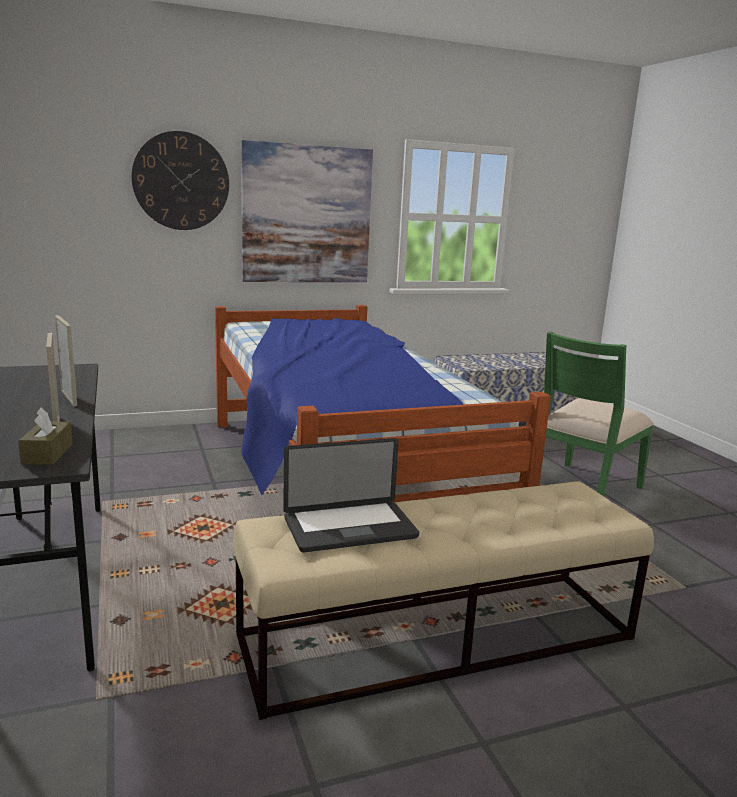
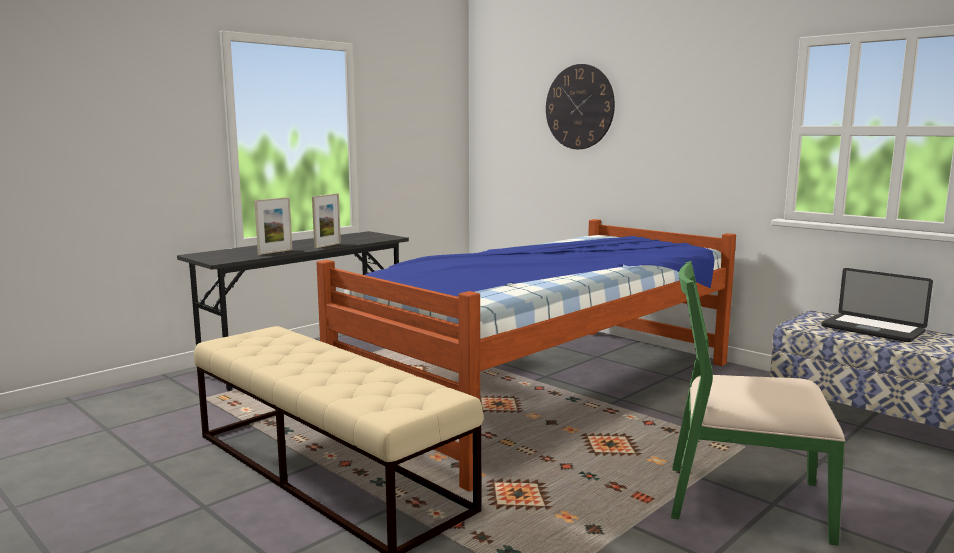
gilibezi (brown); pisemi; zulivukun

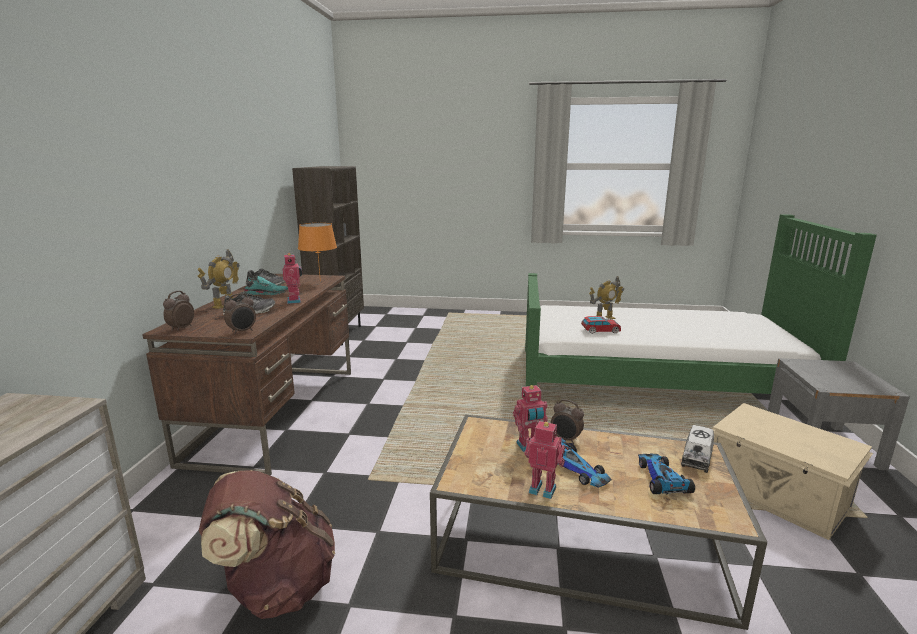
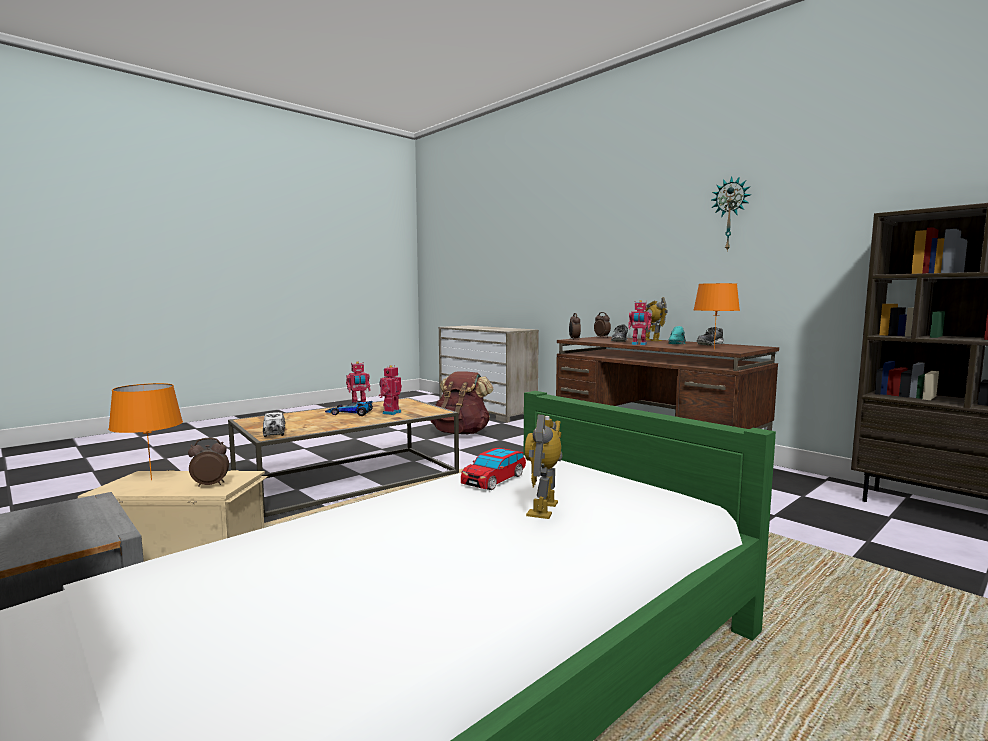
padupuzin (1st from left); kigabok (3rd from left in the first image); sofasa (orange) (1st from left); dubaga

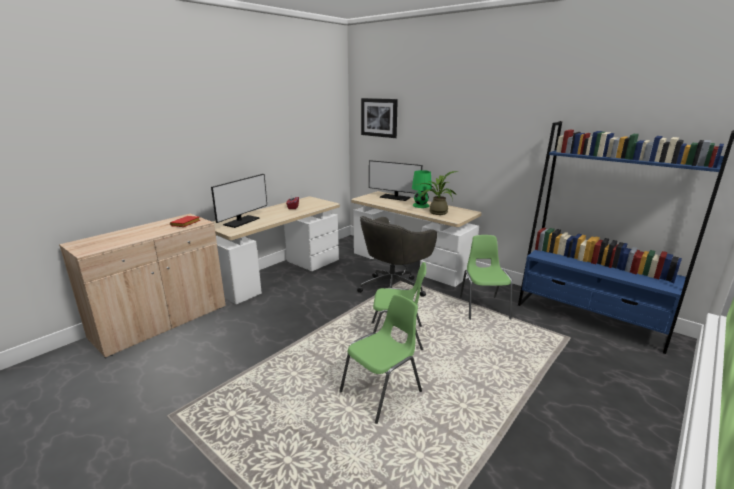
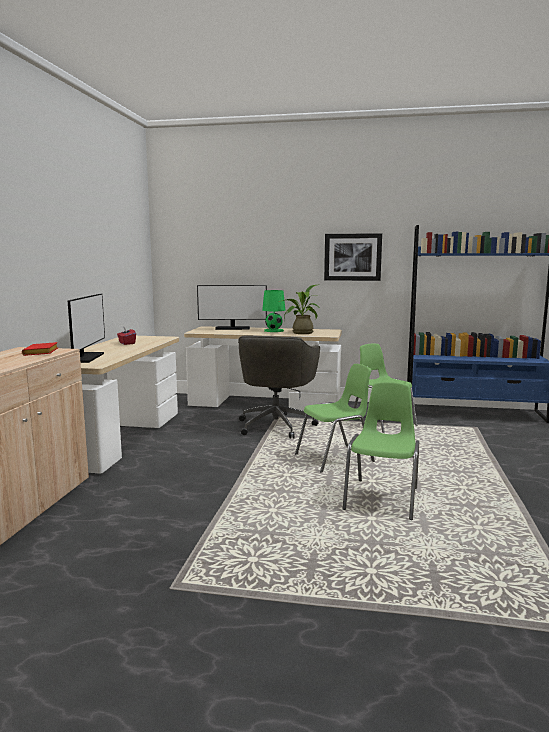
pisemi

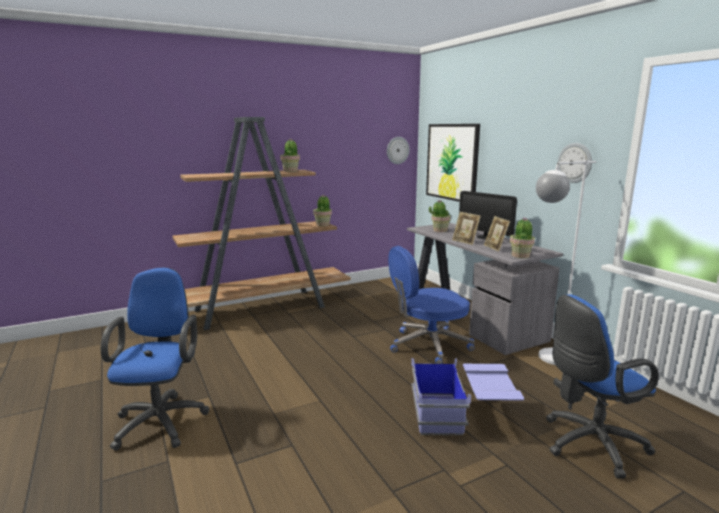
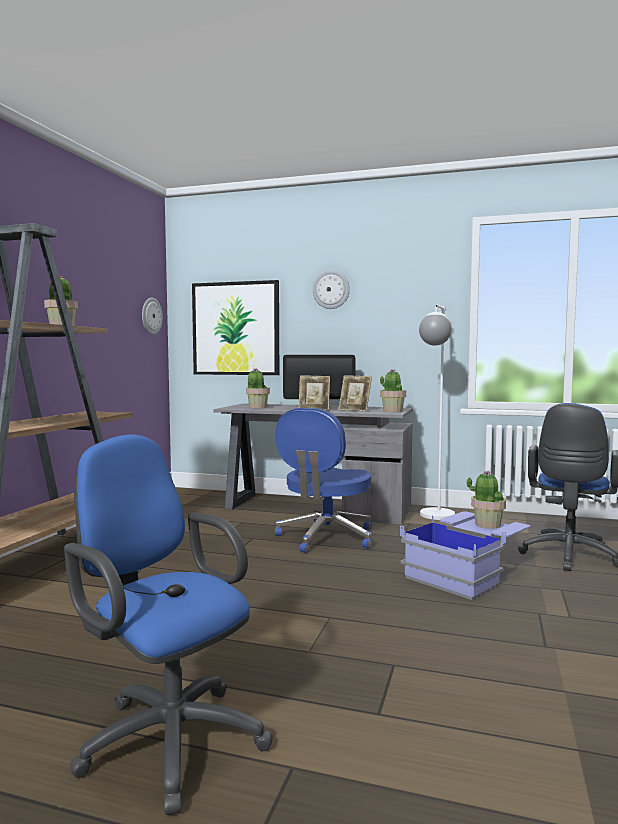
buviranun (4th from left); dubaga (2nd from left)

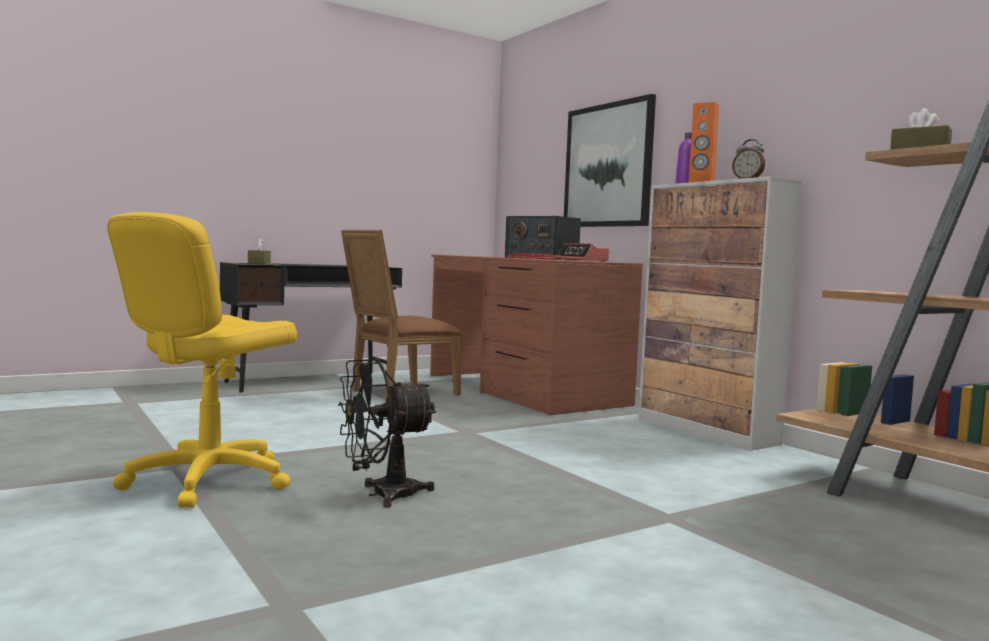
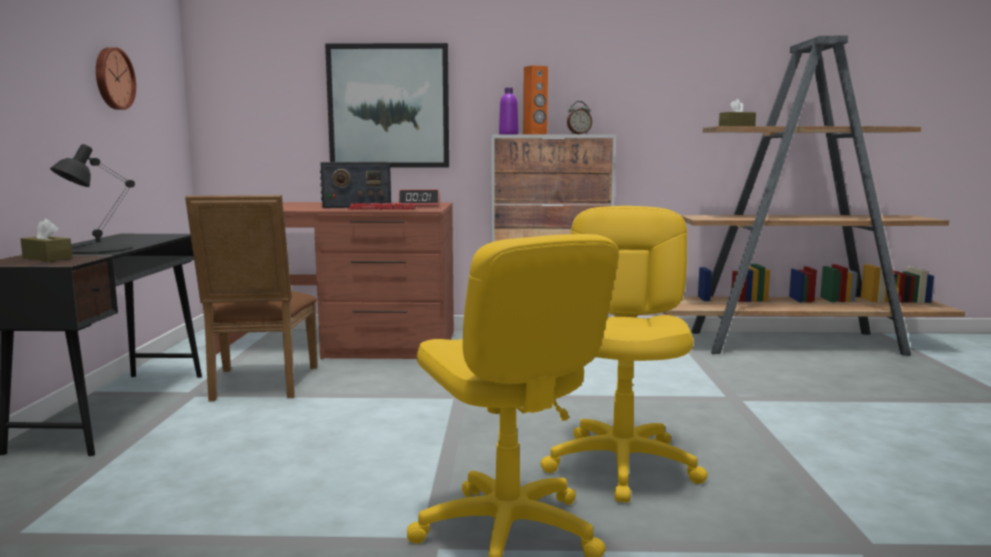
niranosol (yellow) (2nd from left); sofasa (black); dubaga

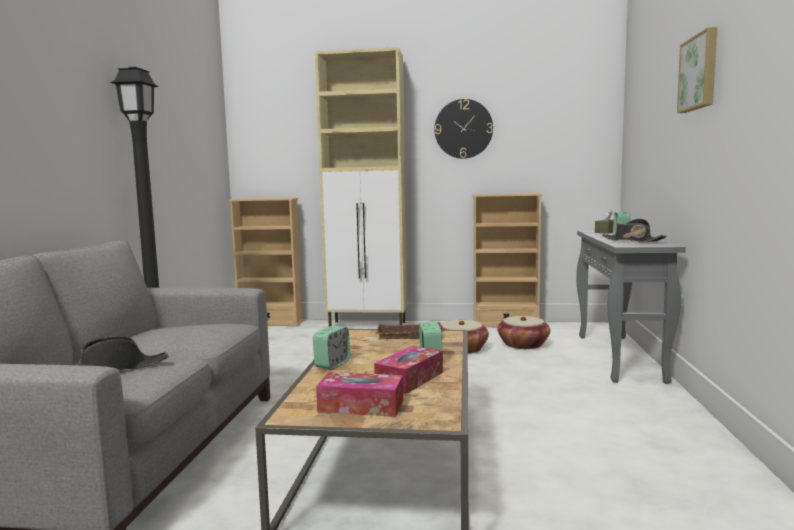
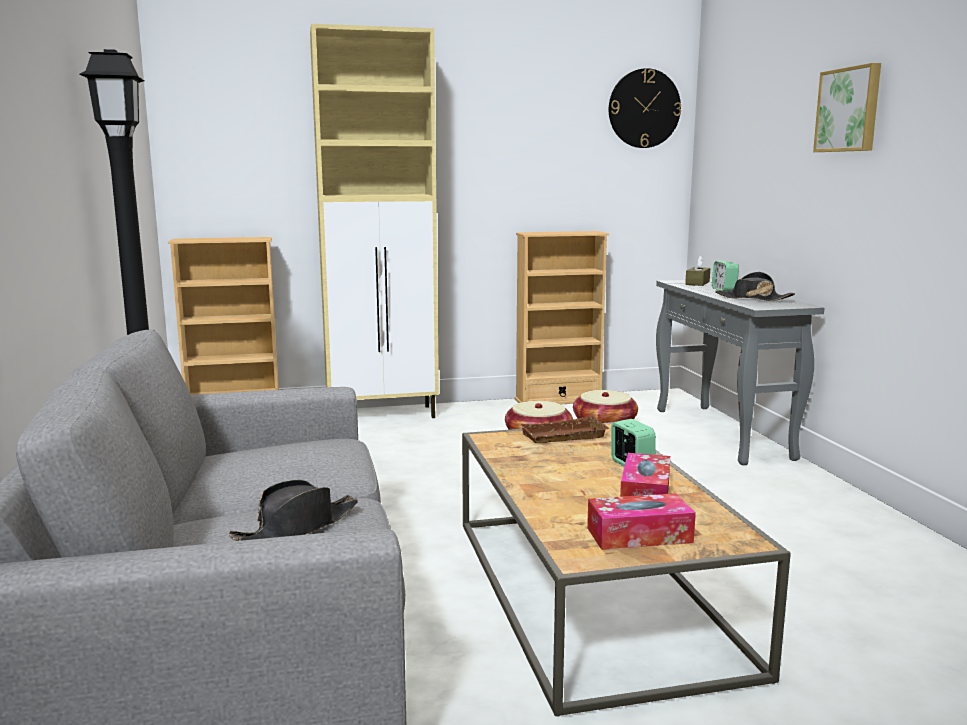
padupuzin (1st from left in the first image); dubaga

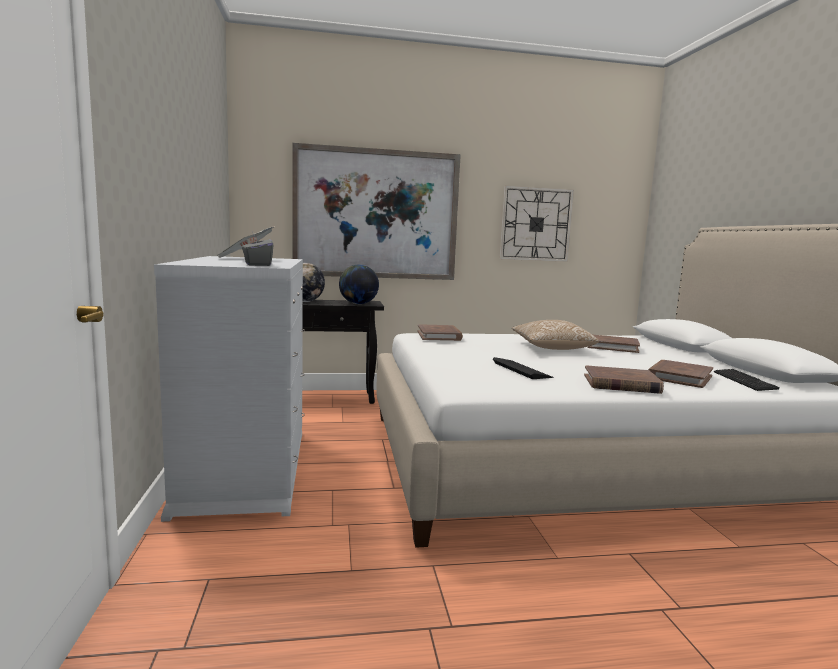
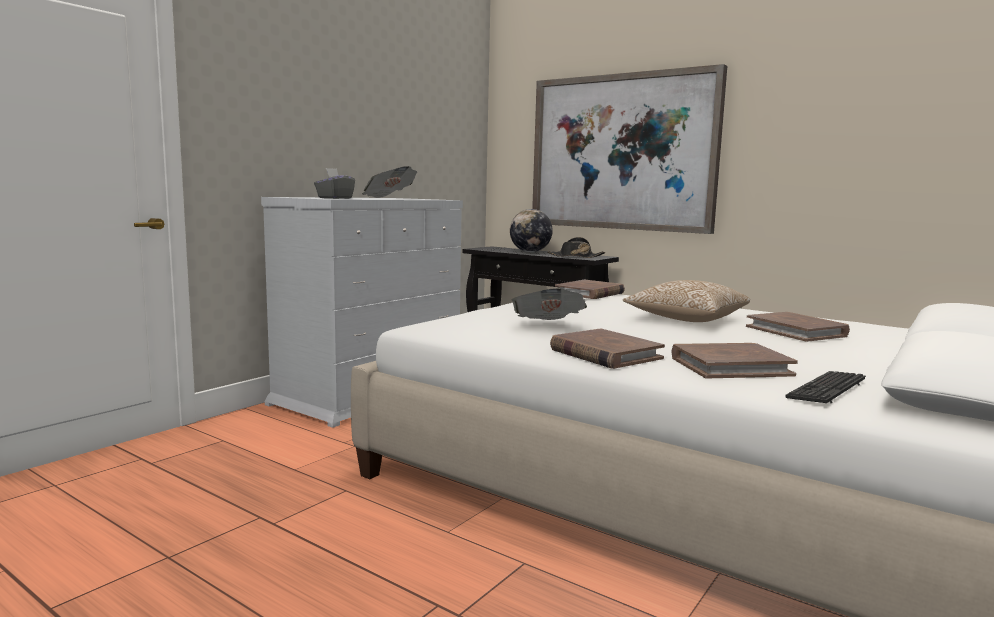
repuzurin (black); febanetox (2nd from left); dubaga

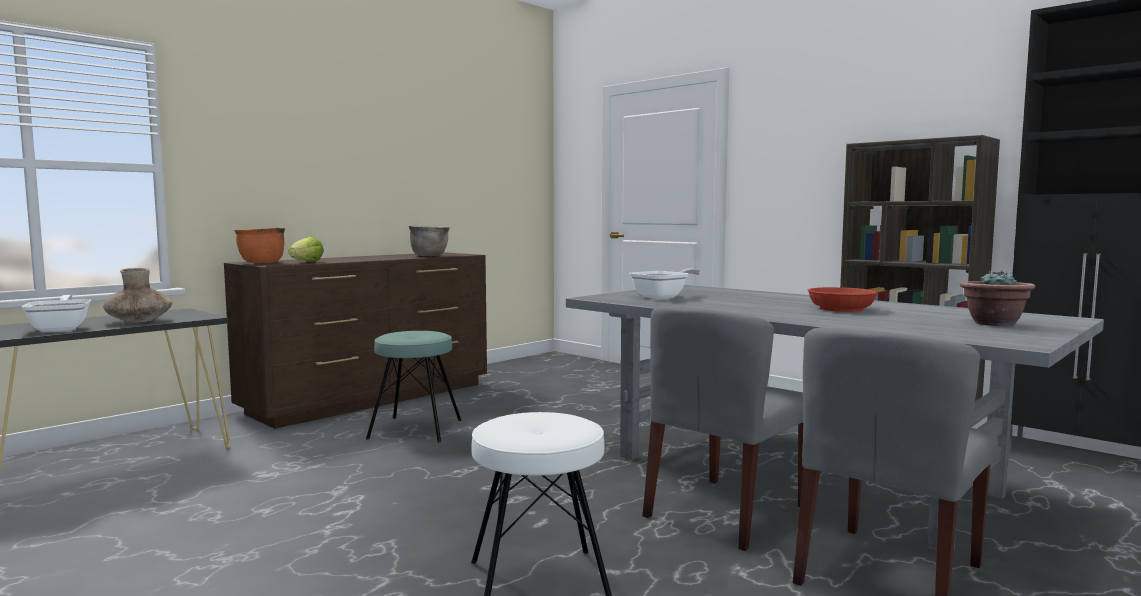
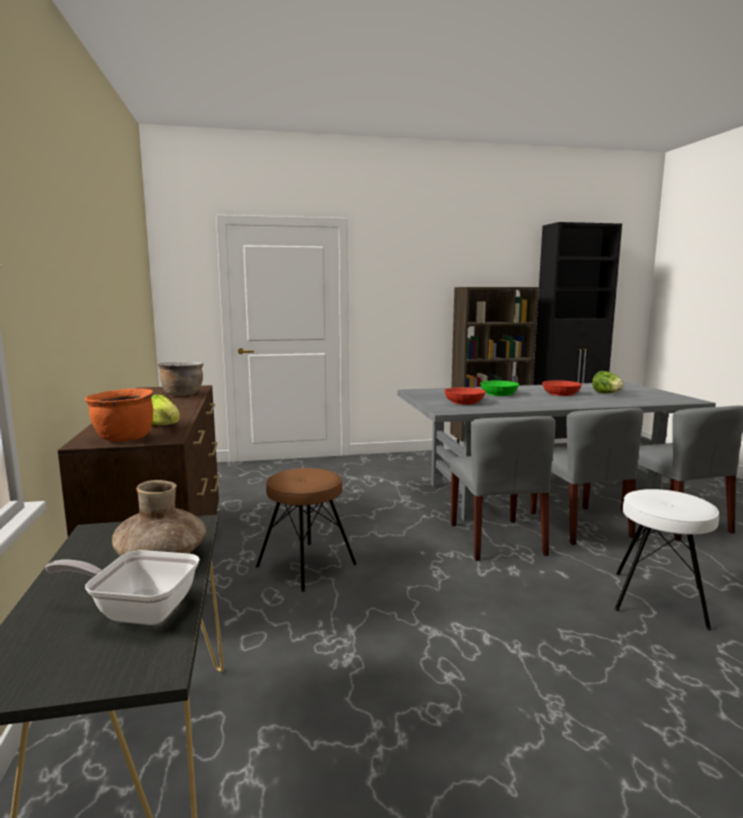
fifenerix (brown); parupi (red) (1st from left); buviranun; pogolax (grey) (1st from left); parupi (green); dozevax (2nd from left)

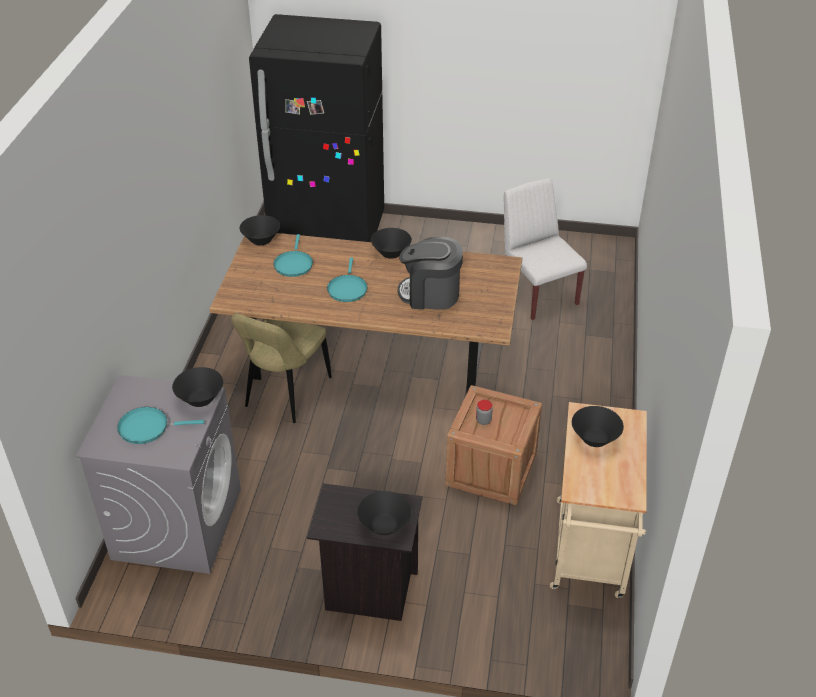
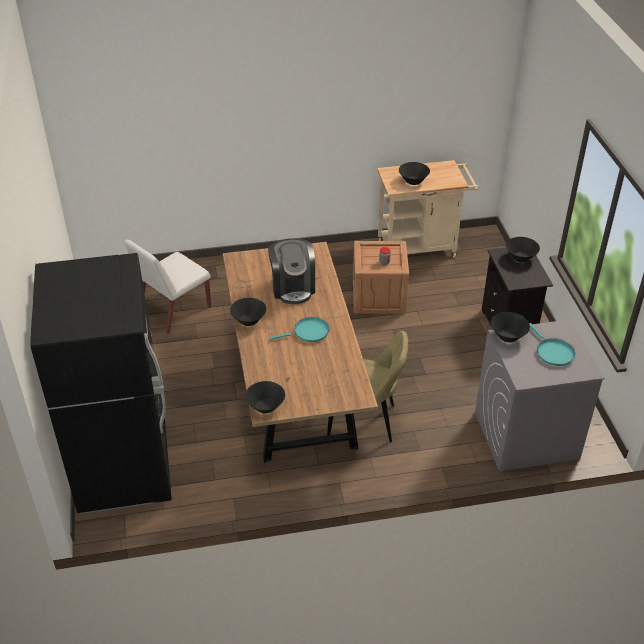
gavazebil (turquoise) (2nd from left in the first image)

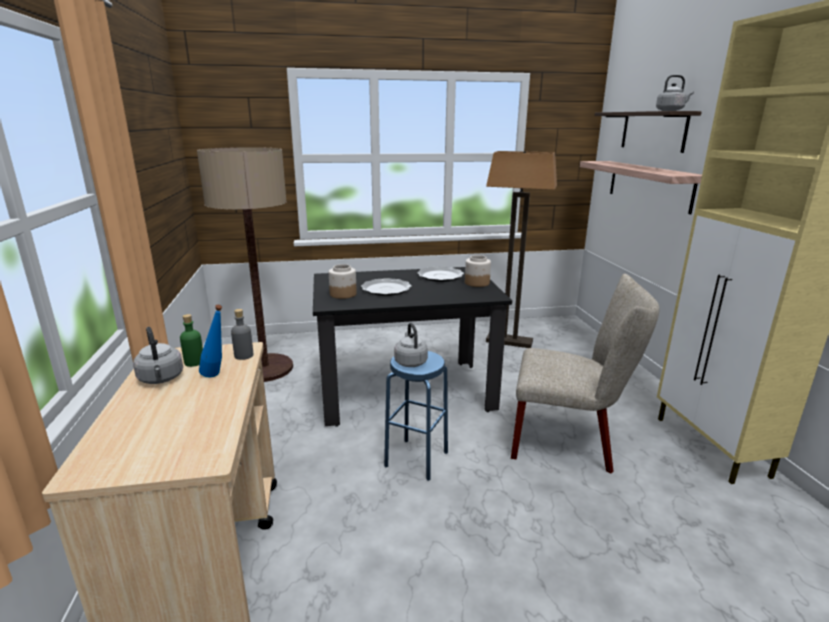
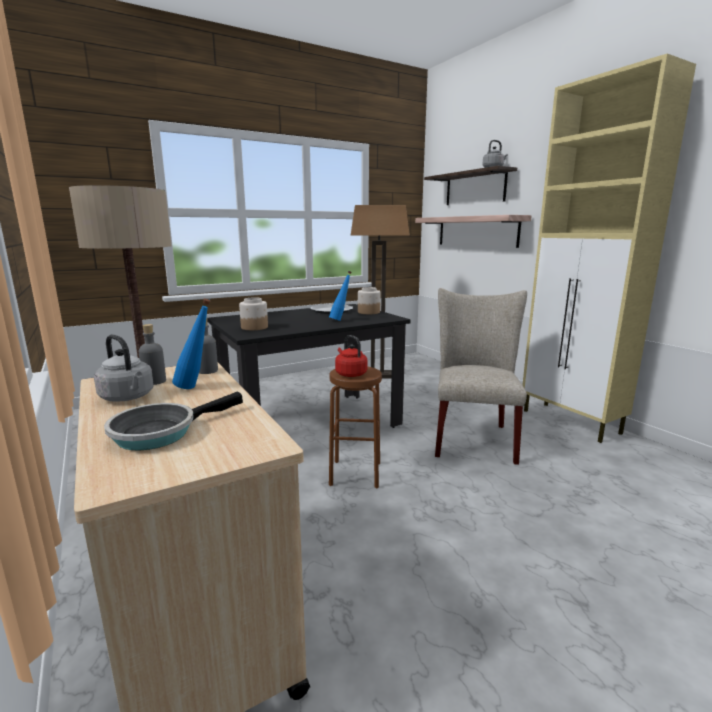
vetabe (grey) (1st from left); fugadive (1st from left in the first image); fifenerix (brown); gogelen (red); pogolax (beige); gavazebil; vetabe (blue) (2nd from left)

